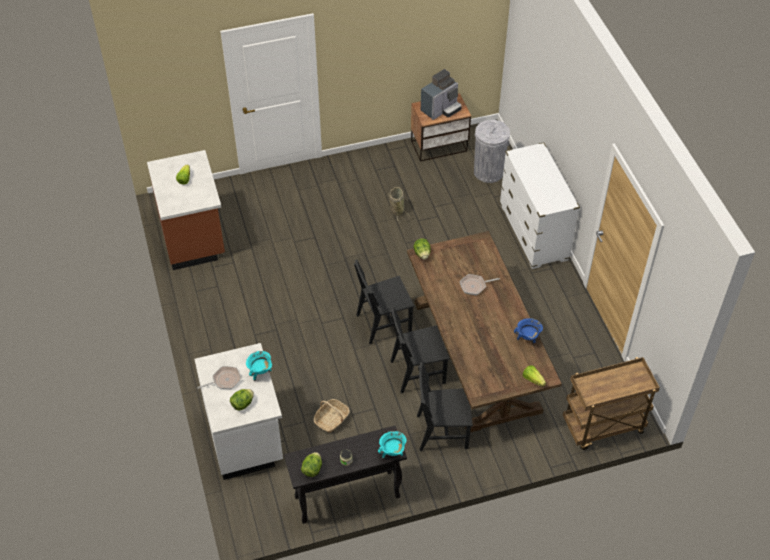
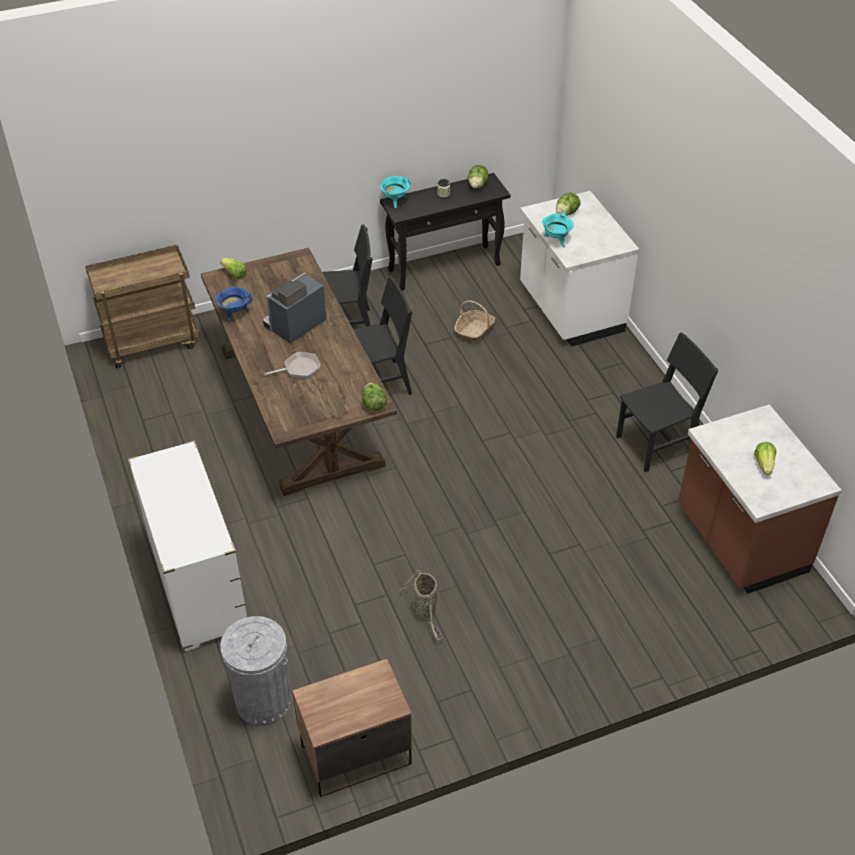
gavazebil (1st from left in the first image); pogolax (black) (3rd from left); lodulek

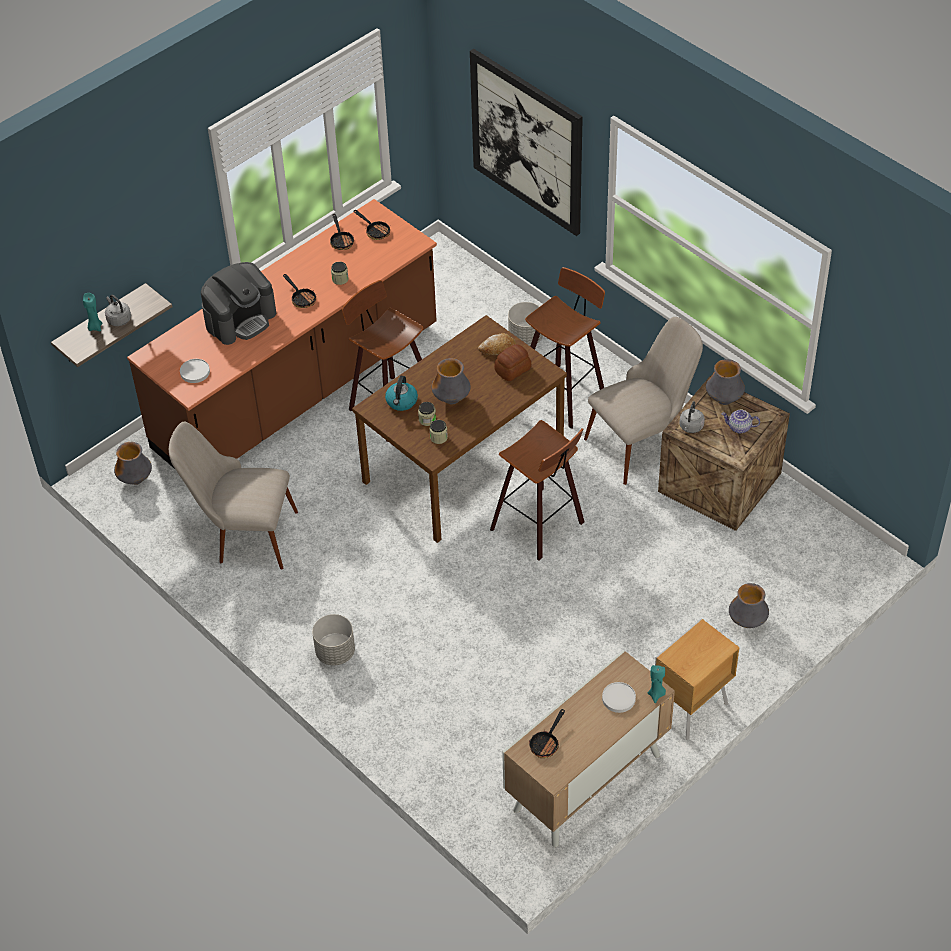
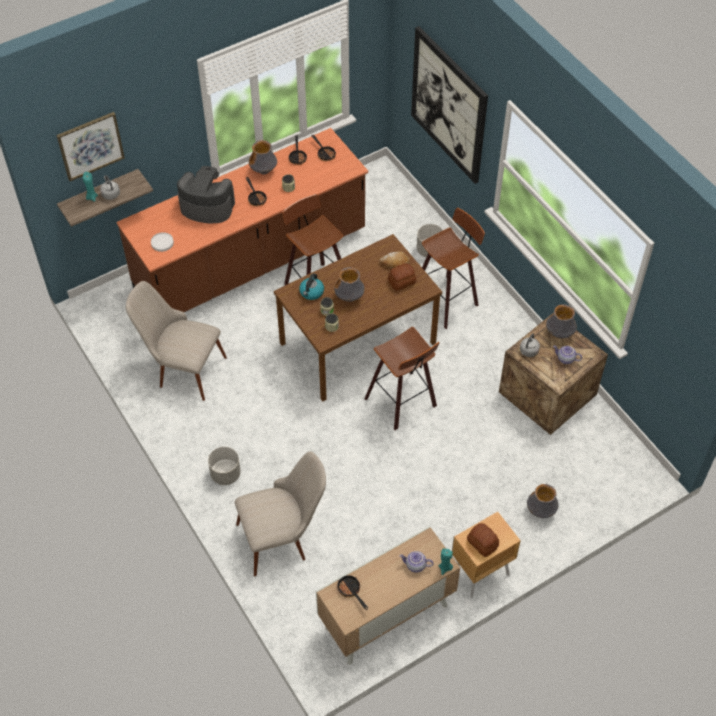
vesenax (1st from left); lodulek; gavazebil (4th from left); pogolax (beige) (2nd from left); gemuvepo (1st from left); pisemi (1st from left); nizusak (3rd from left)

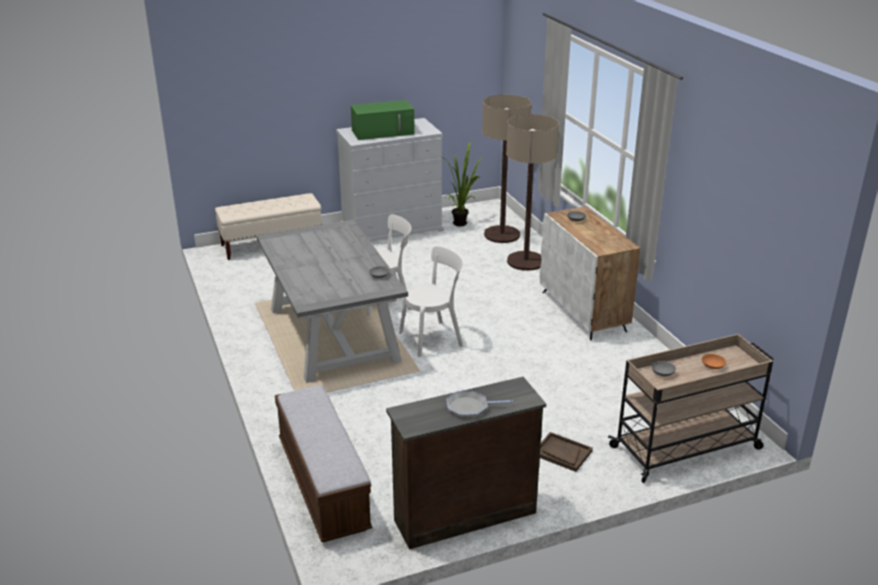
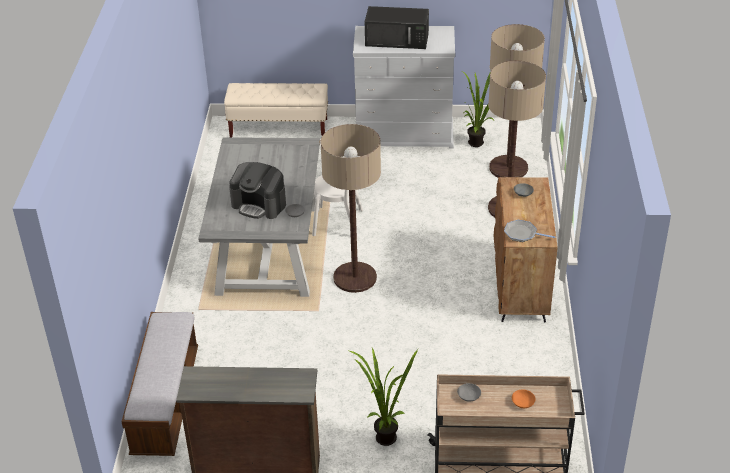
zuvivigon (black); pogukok (1st from left); gavazebil; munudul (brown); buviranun (1st from left); lodulek

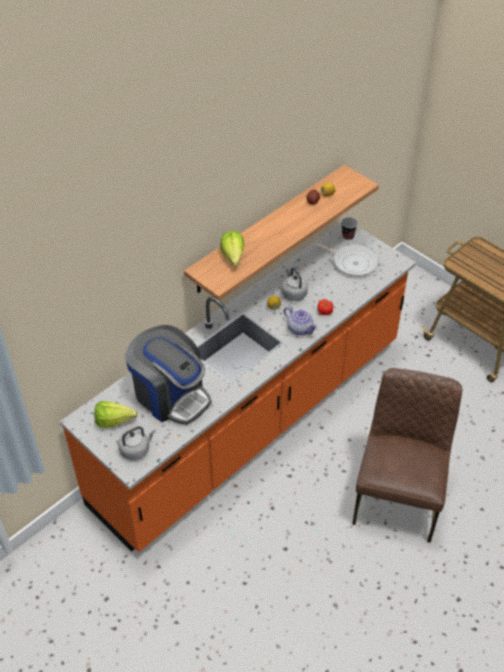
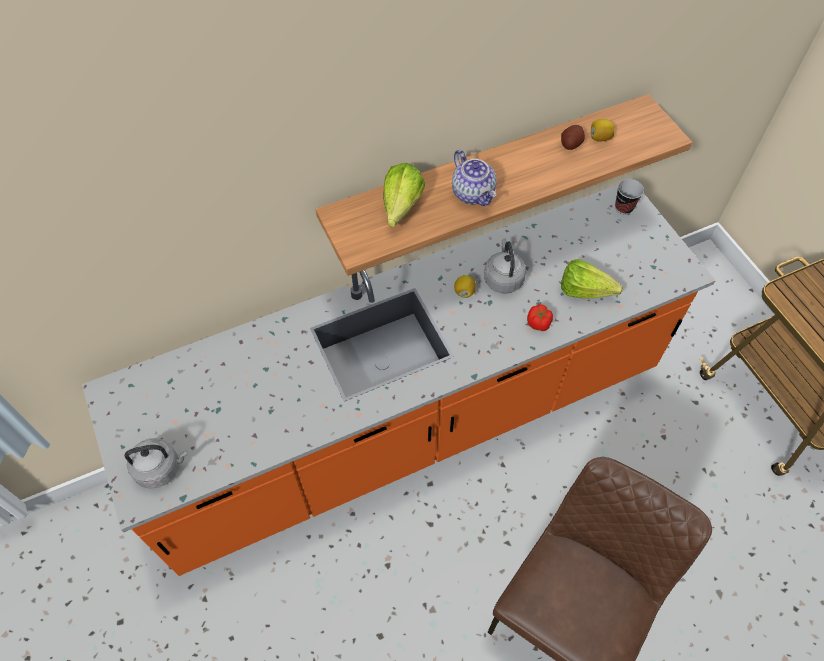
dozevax (2nd from left); lodulek; gemuvepo; gavazebil

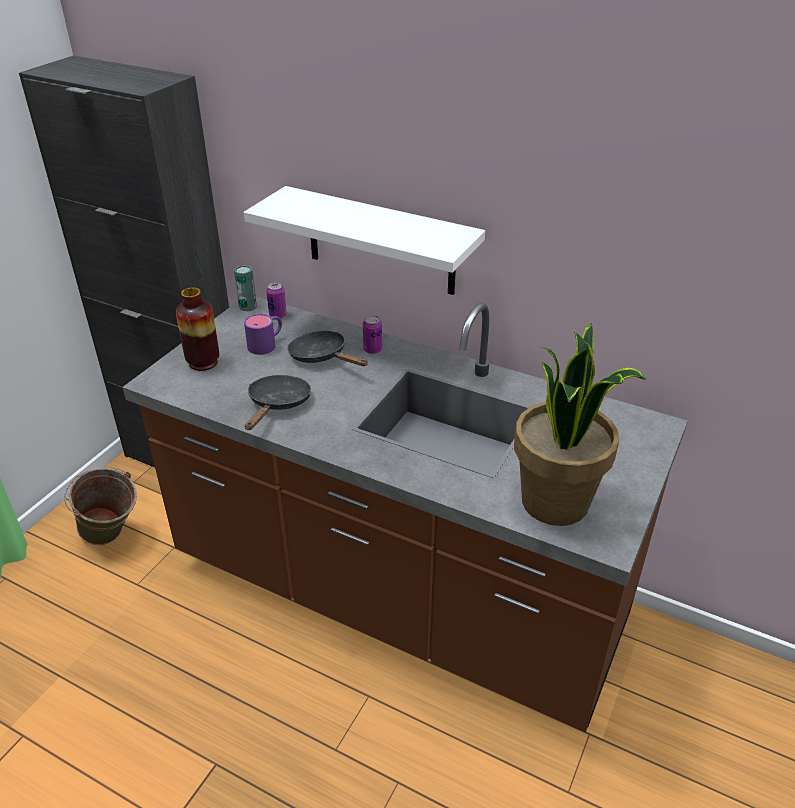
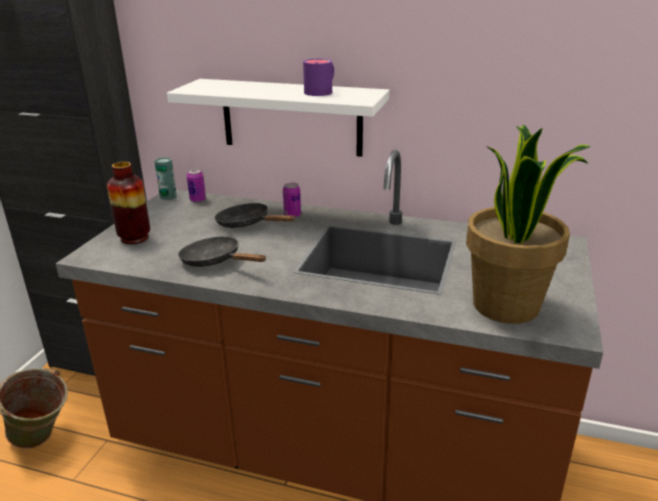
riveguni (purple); gavazebil (black) (1st from left)

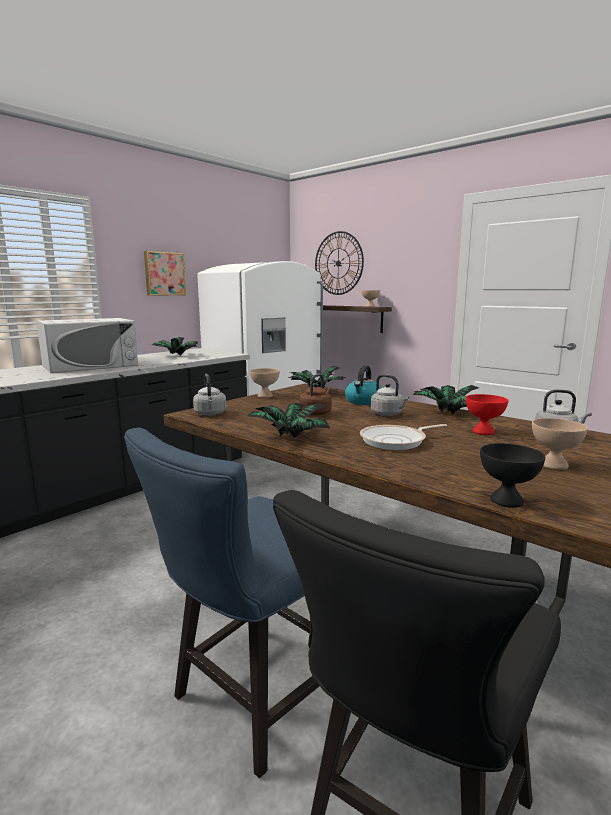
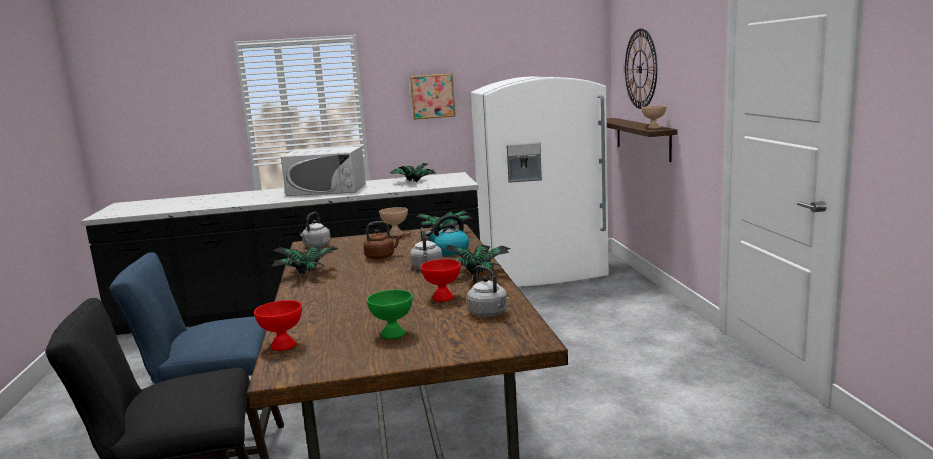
gavazebil; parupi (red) (1st from left); parupi (green)

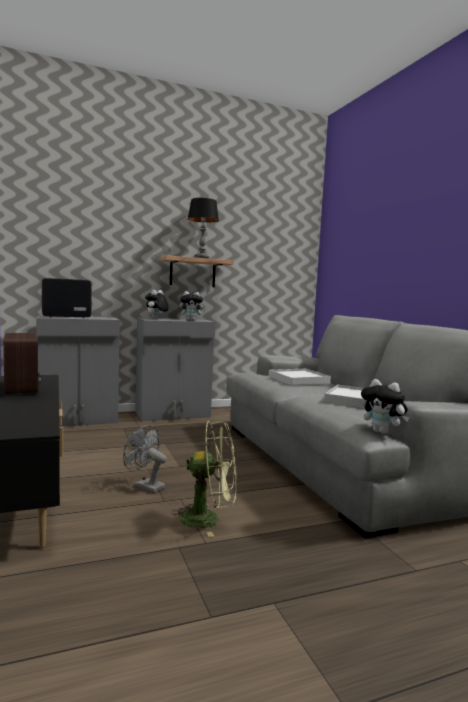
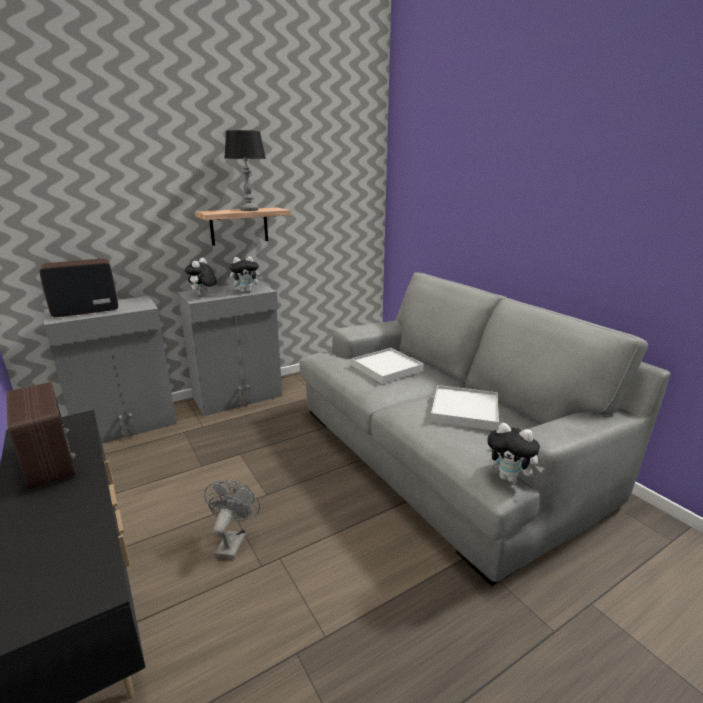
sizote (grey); sizote (green)

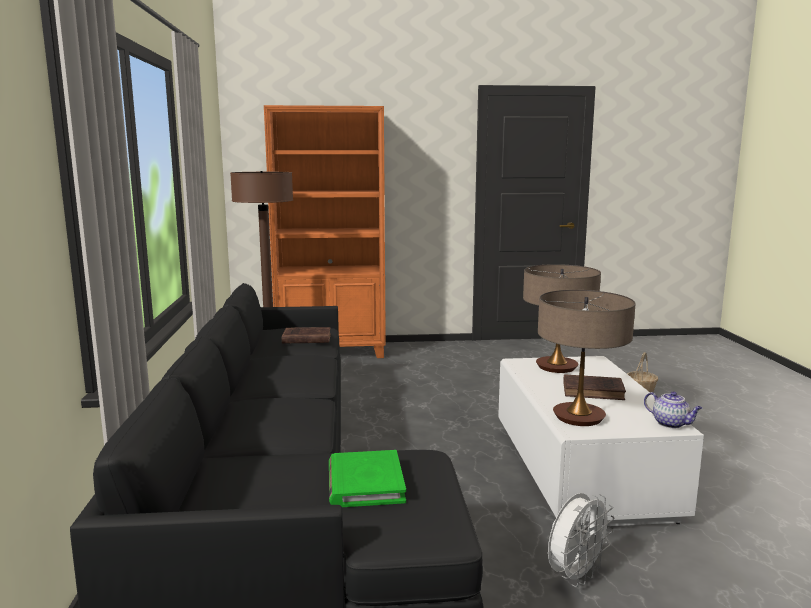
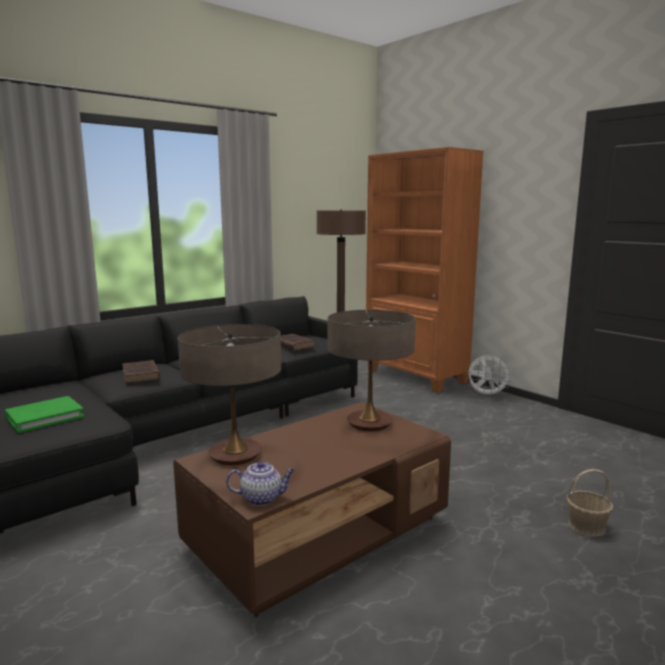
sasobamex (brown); sizote (white); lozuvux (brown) (1st from left); gemuvepo

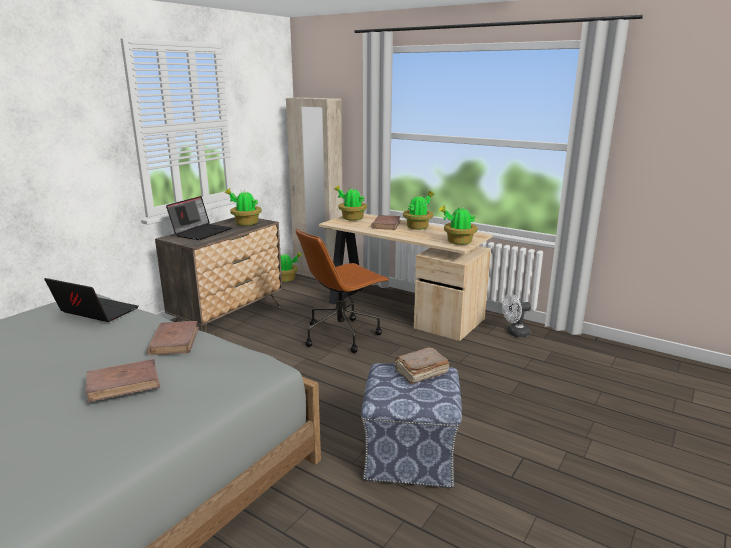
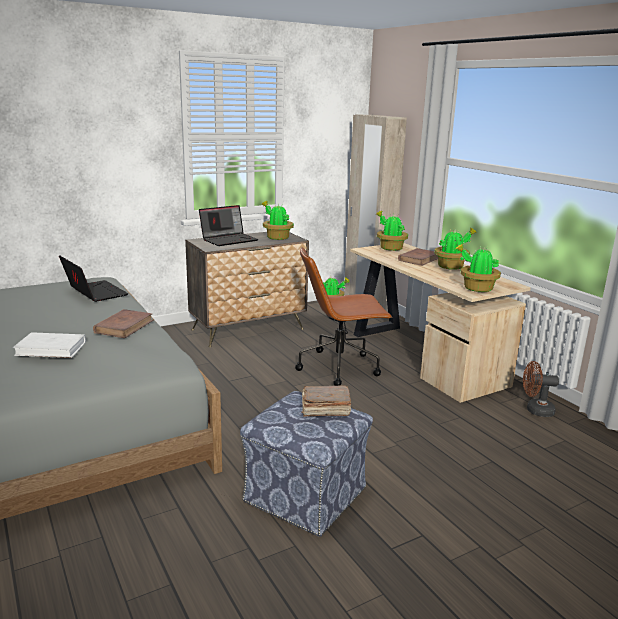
lozuvux (white); sizote (brown)

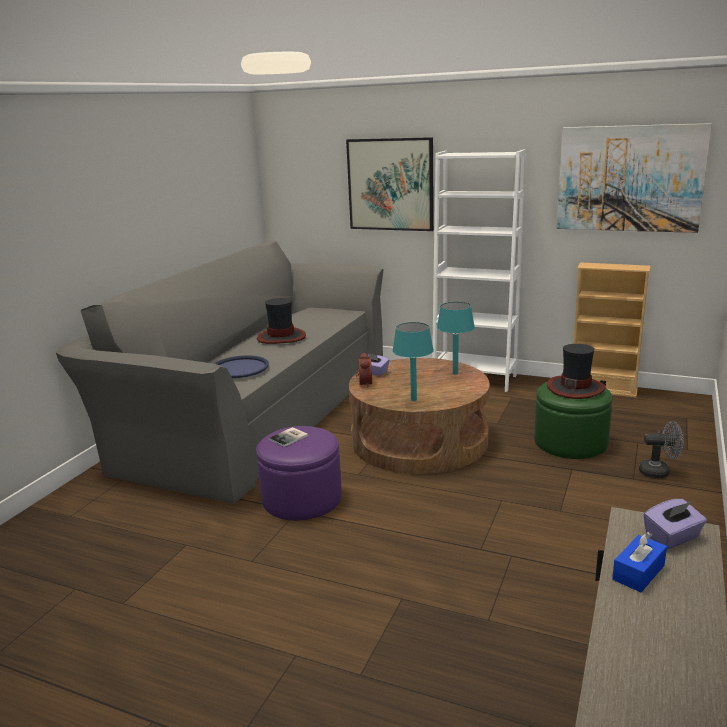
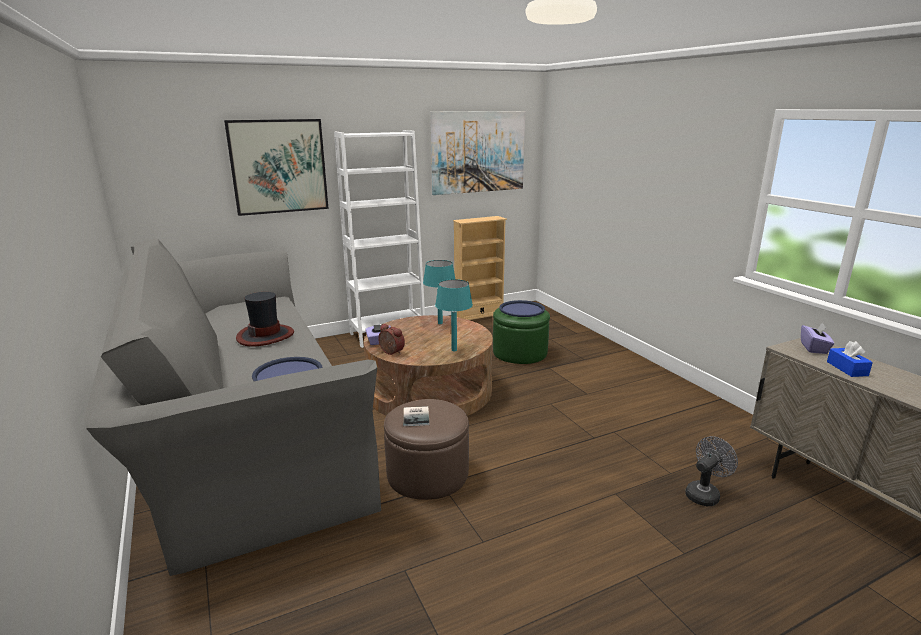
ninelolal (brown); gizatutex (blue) (2nd from left); sizote (grey)

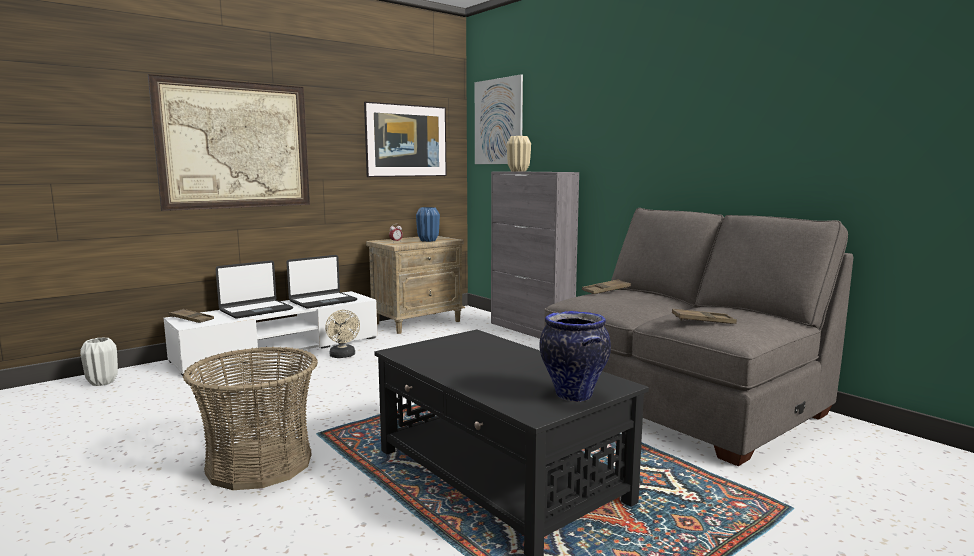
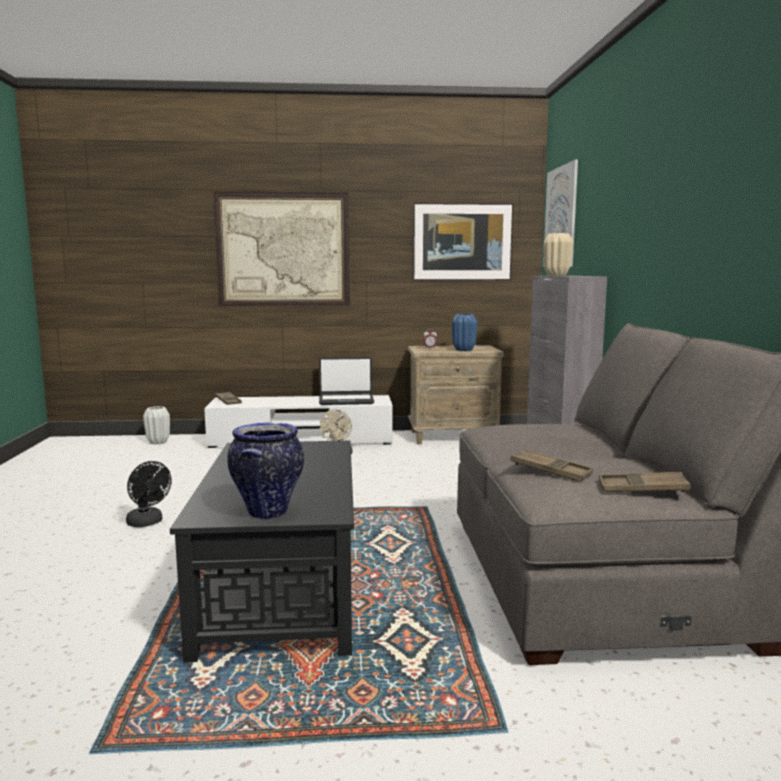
sizote (black); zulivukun (1st from left in the first image); gizatutex (brown) (3rd from left)

